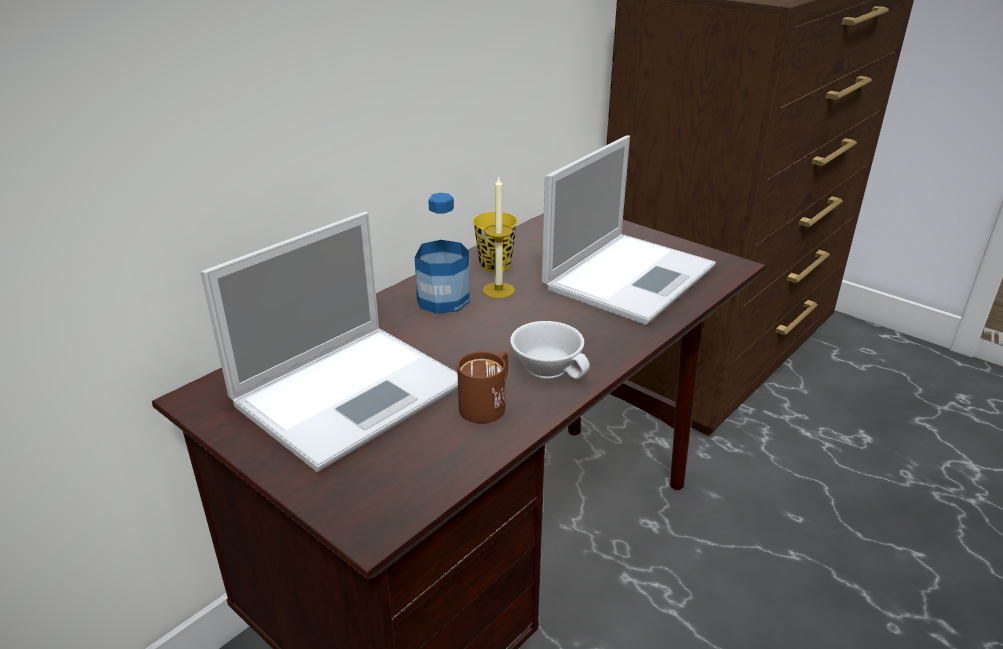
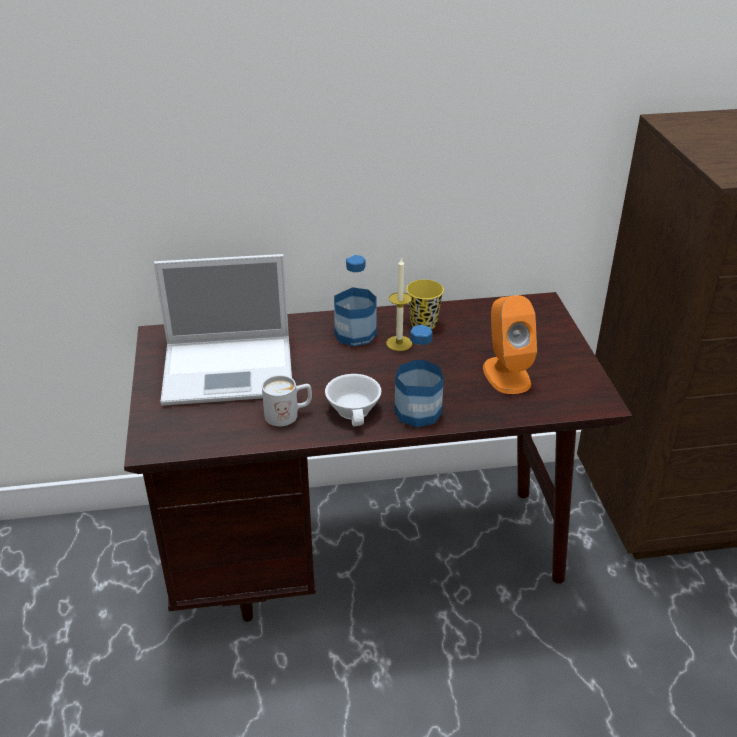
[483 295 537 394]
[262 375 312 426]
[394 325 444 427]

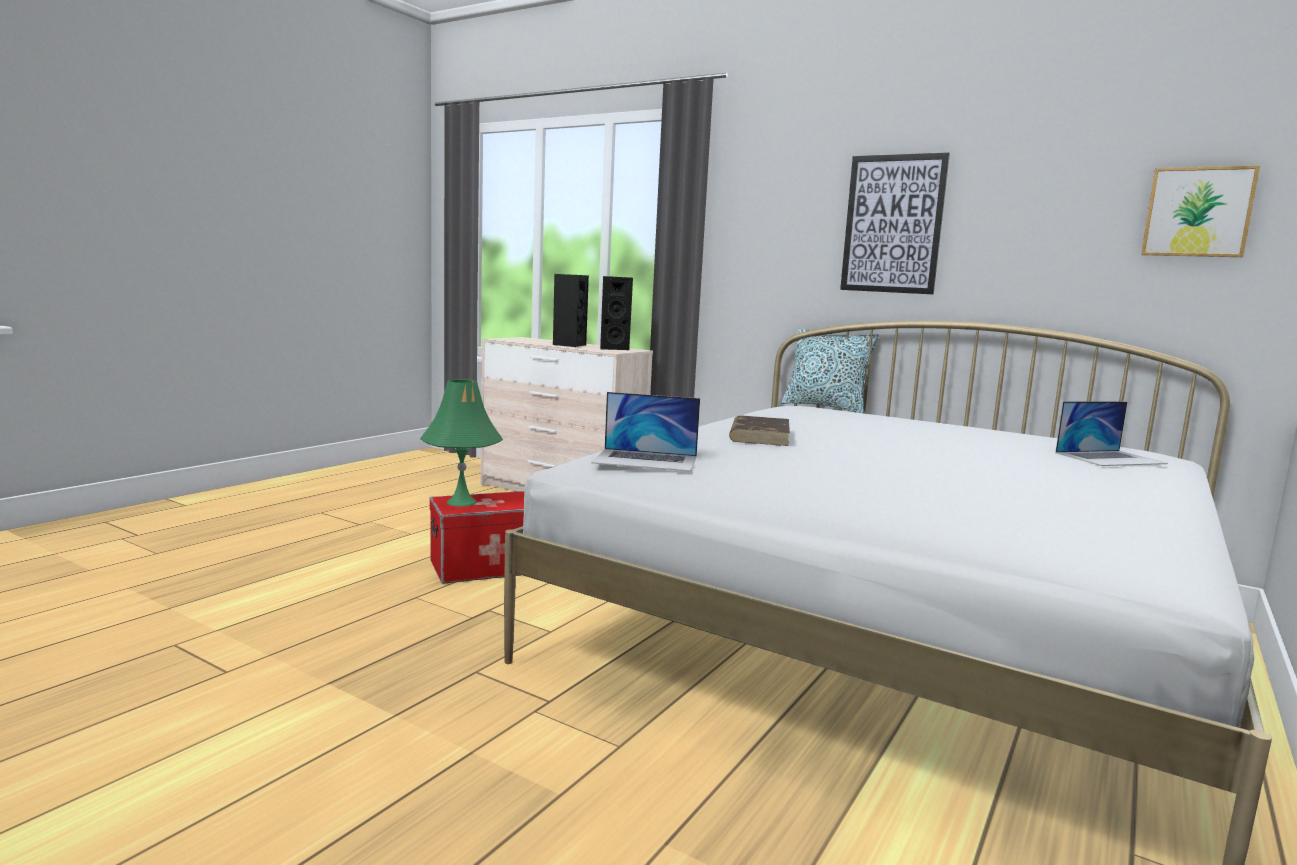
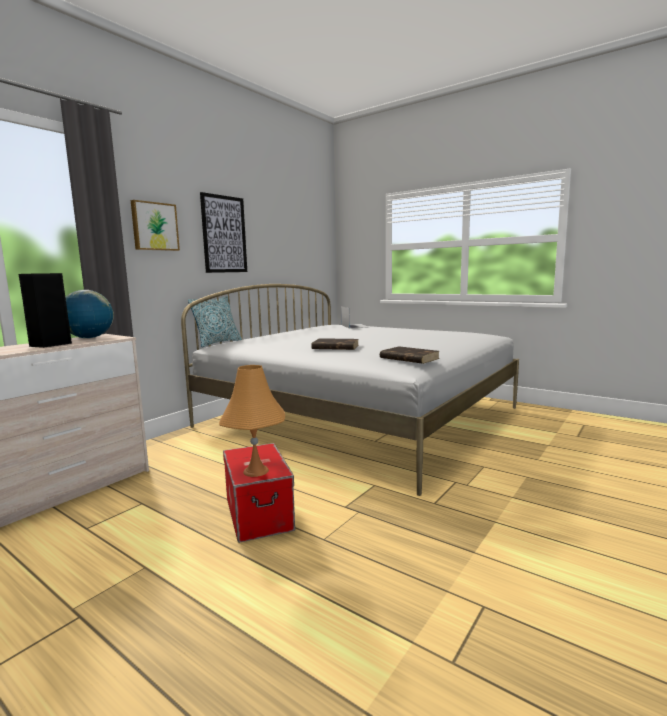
[131 200 180 251]
[65 290 114 339]
[219 365 285 477]
[380 346 440 364]

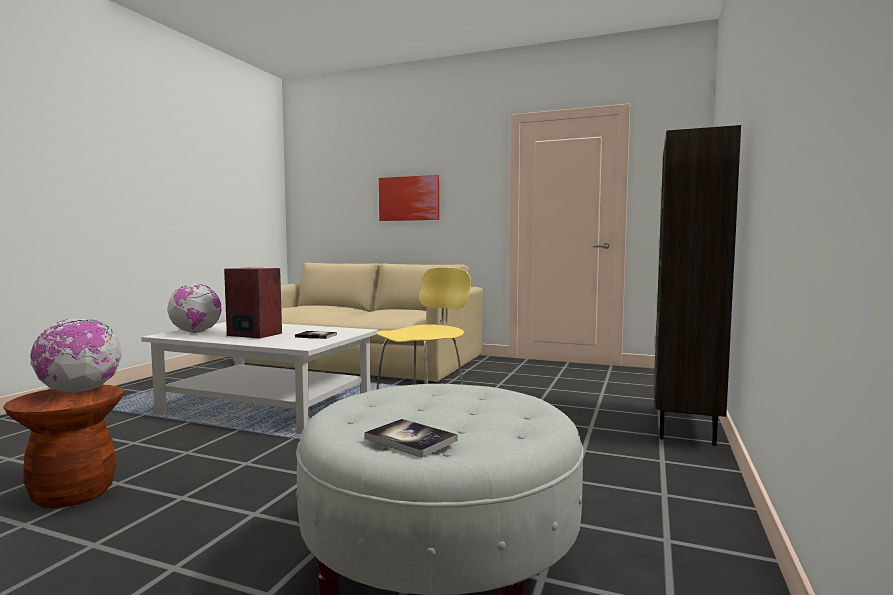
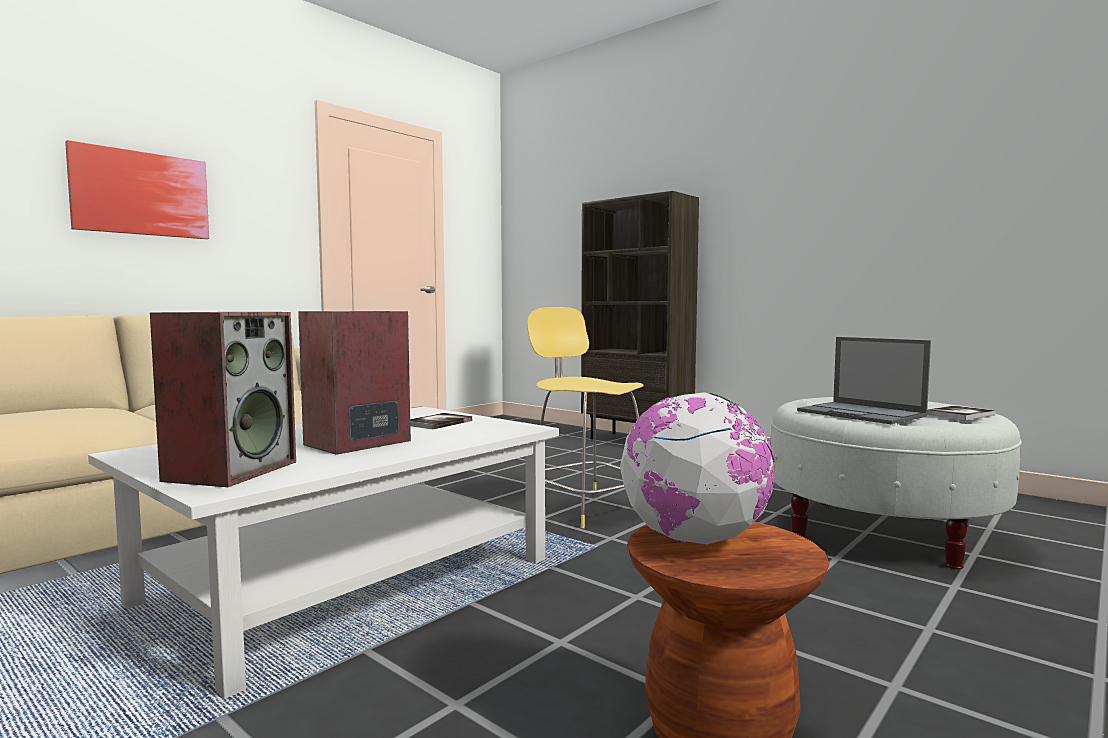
[150 312 296 487]
[797 337 931 424]

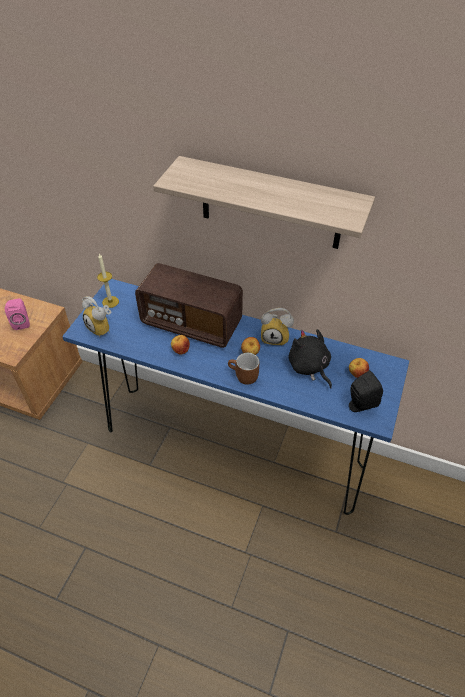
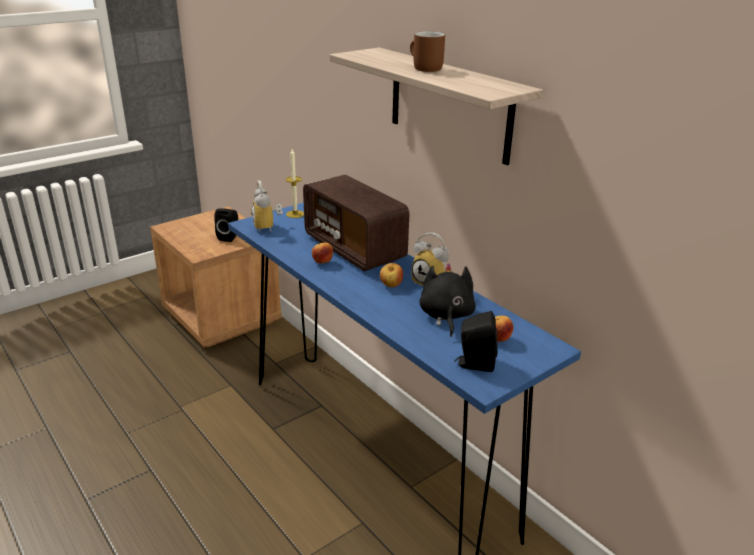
[214 208 238 242]
[410 32 445 72]

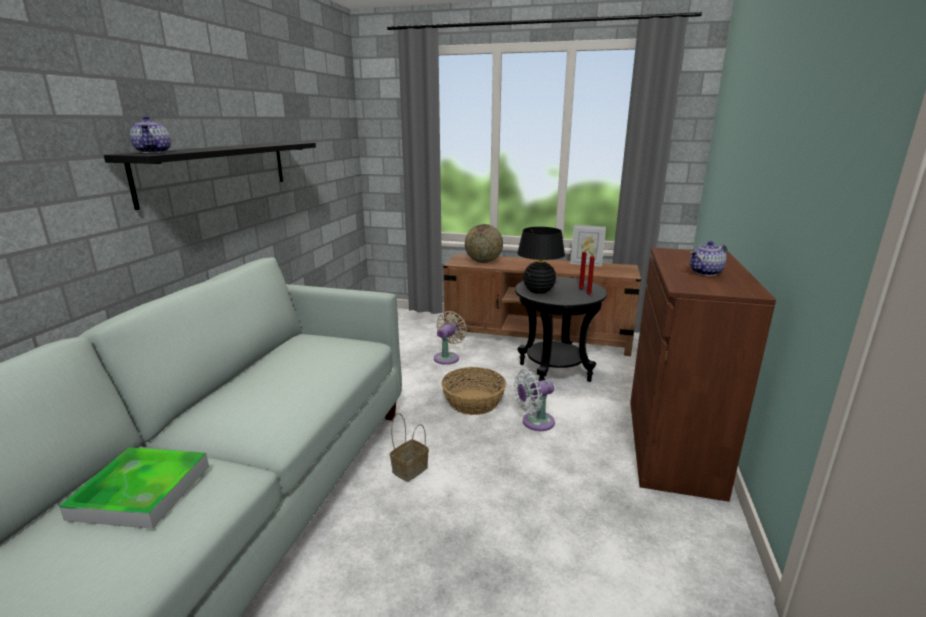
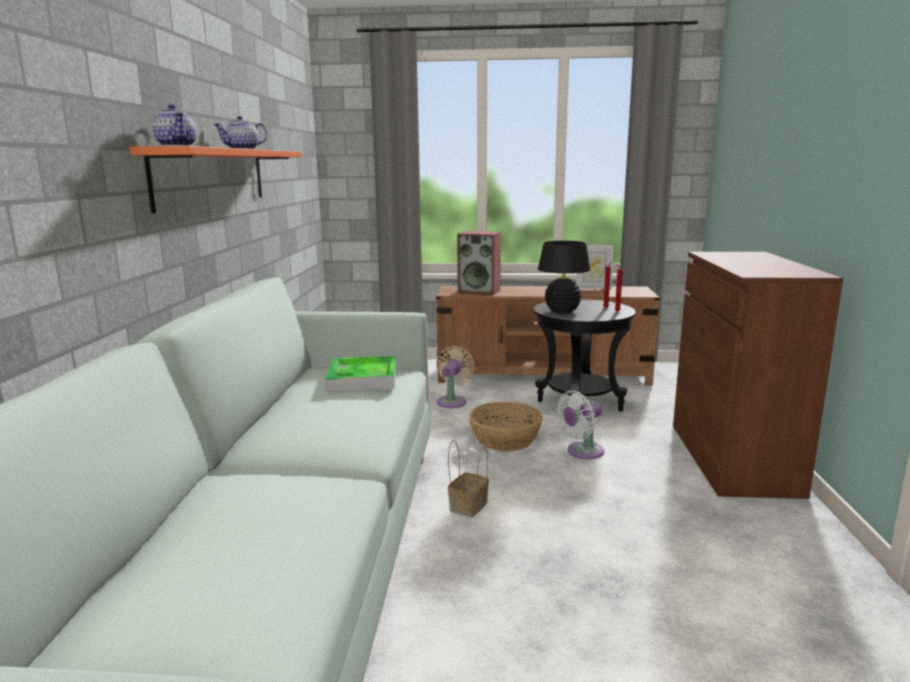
[129 146 302 213]
[457 231 501 295]
[213 116 268 149]
[325 356 396 391]

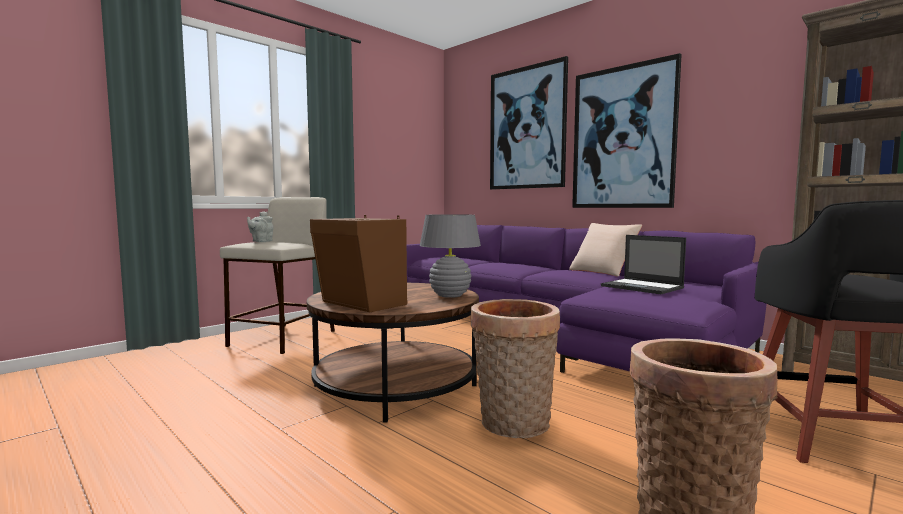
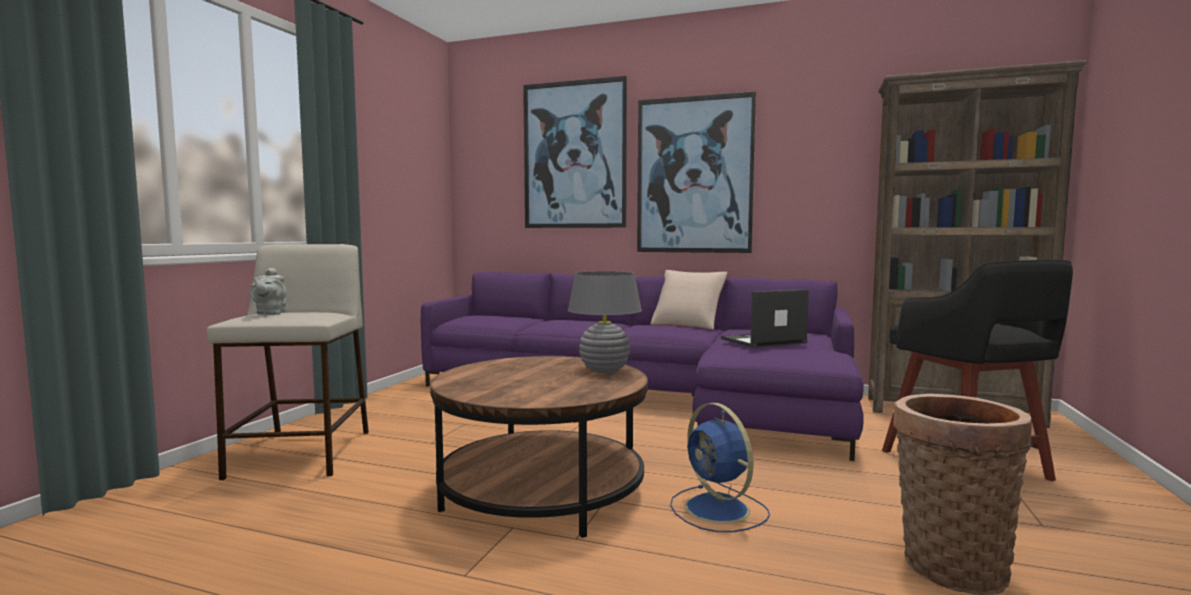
[310 215 407 312] (first image)
[721 289 809 348]
[670 403 770 532]

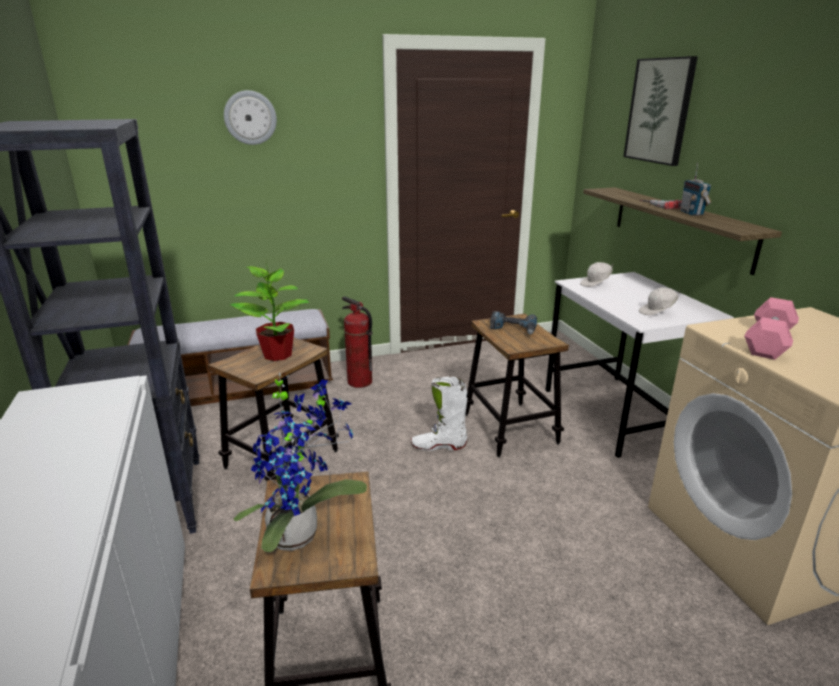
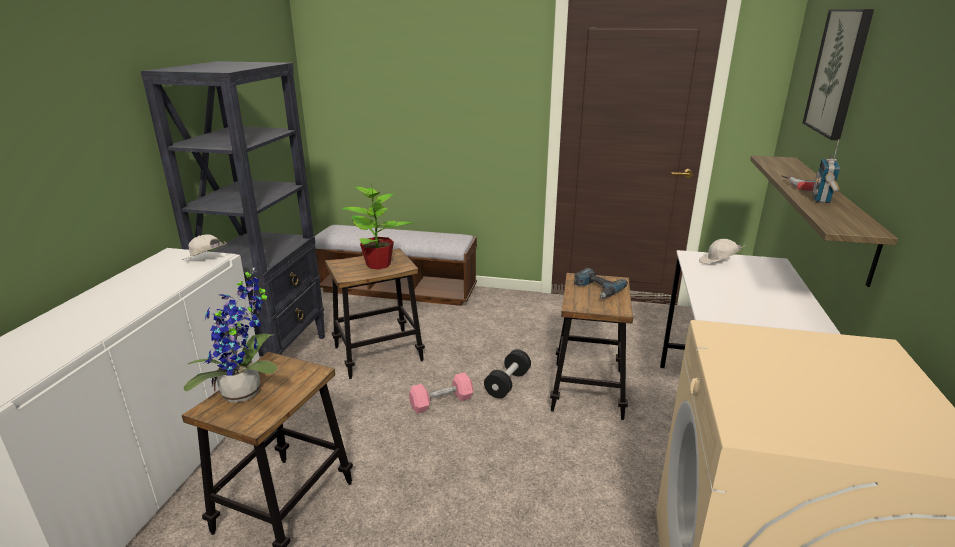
[224 90 277 145] (first image)
[182 235 226 260]
[342 296 372 388] (first image)
[409 372 474 414]
[484 349 531 399]

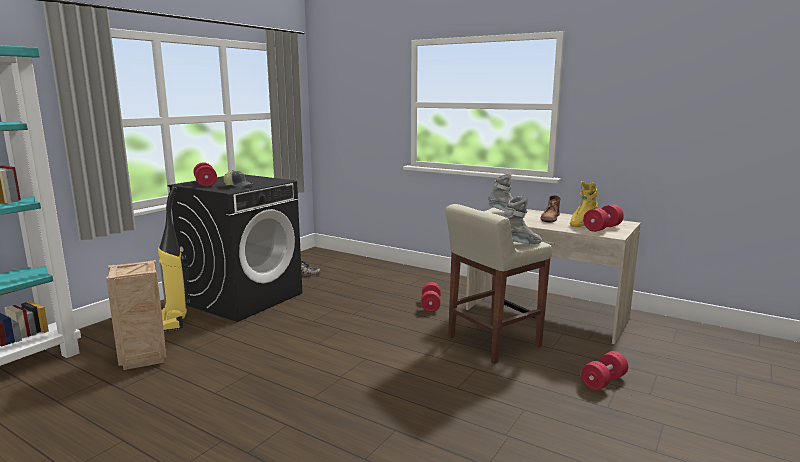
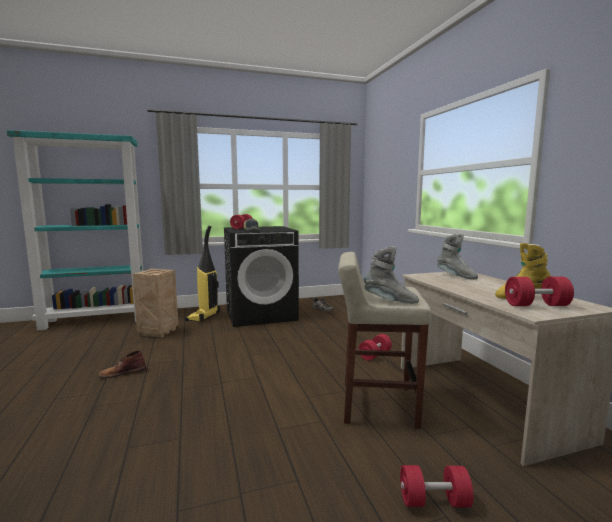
[98 350 146 378]

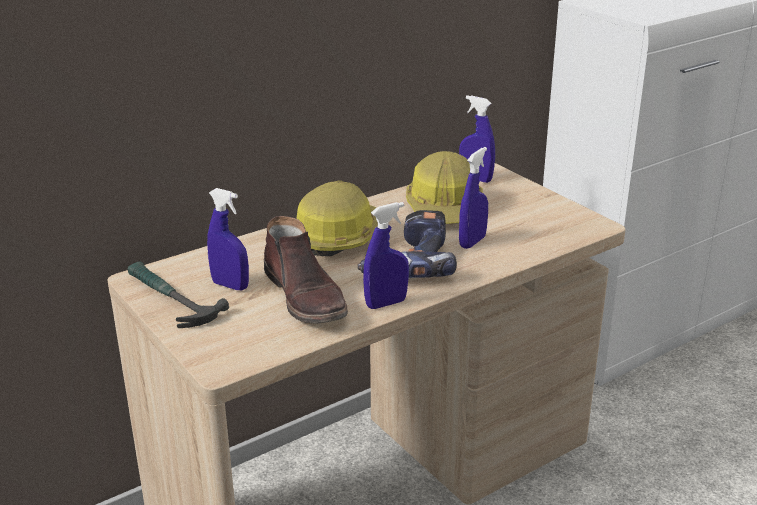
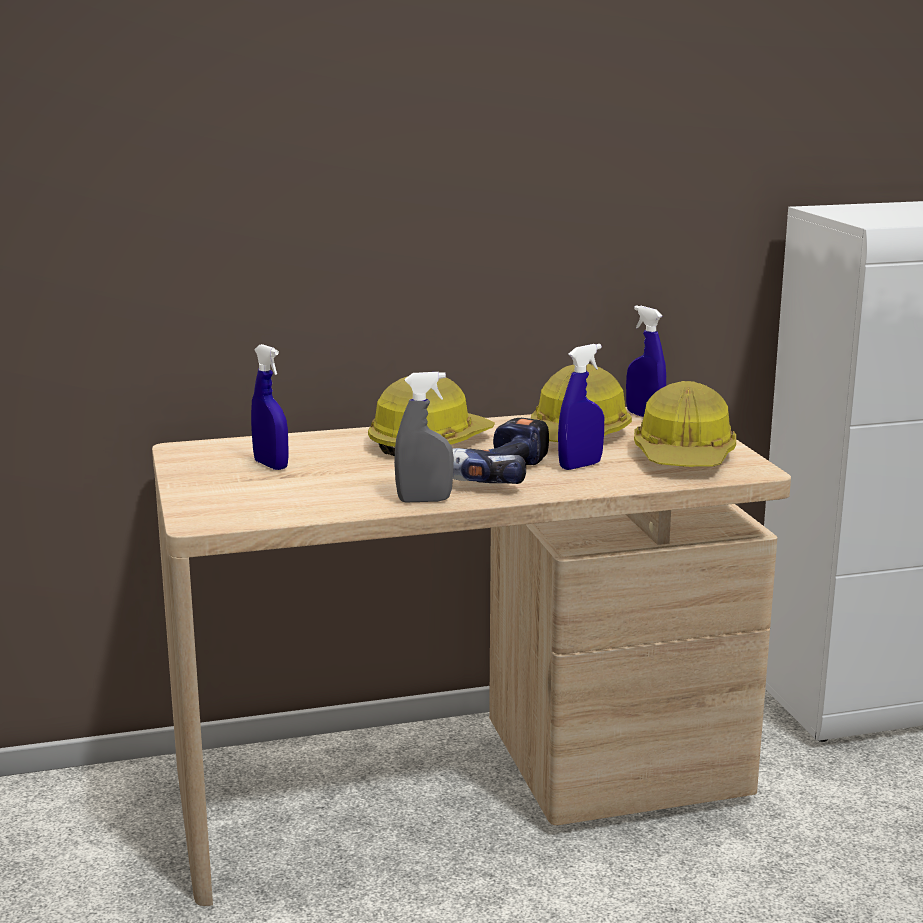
[394 372 454 502]
[264 216 348 324] (first image)
[128 262 229 328] (first image)
[634 381 736 467]

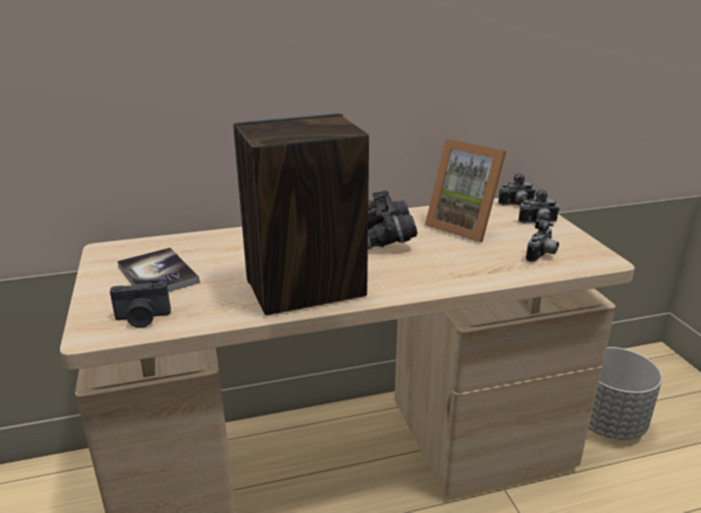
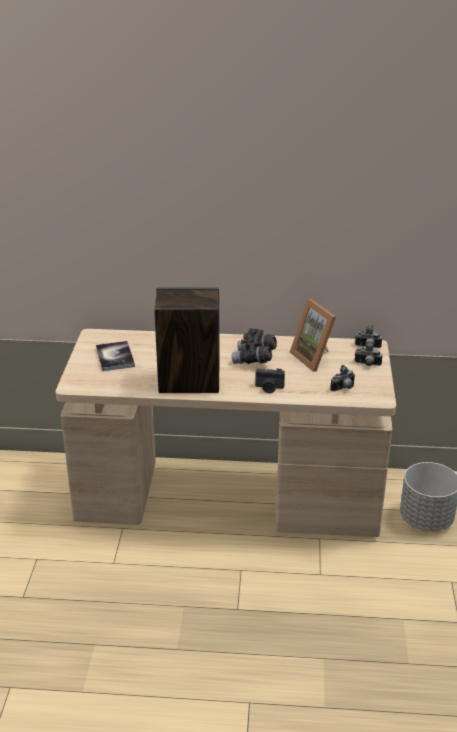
[255 368 285 393]

